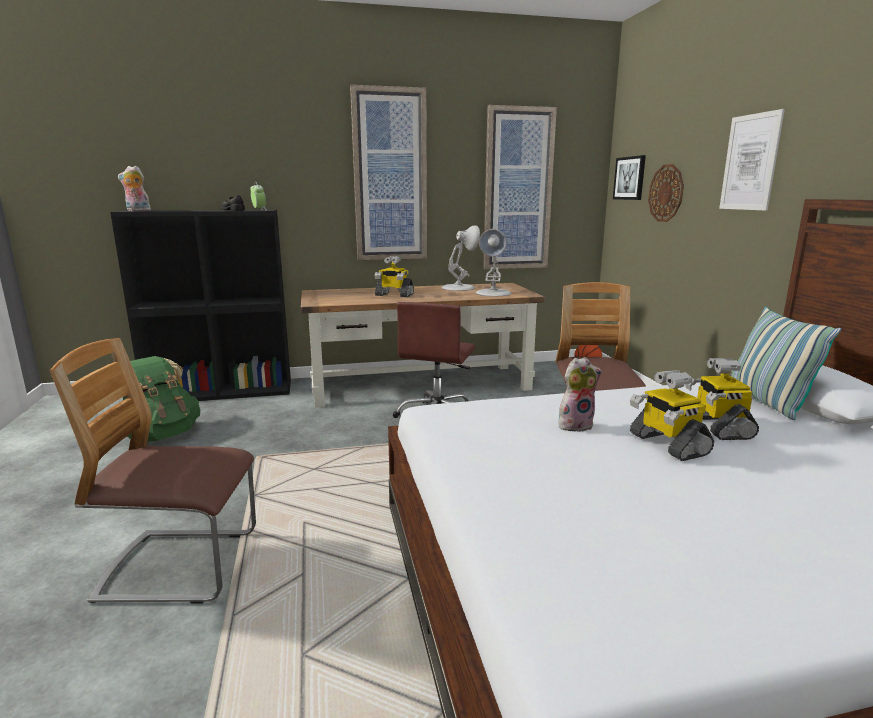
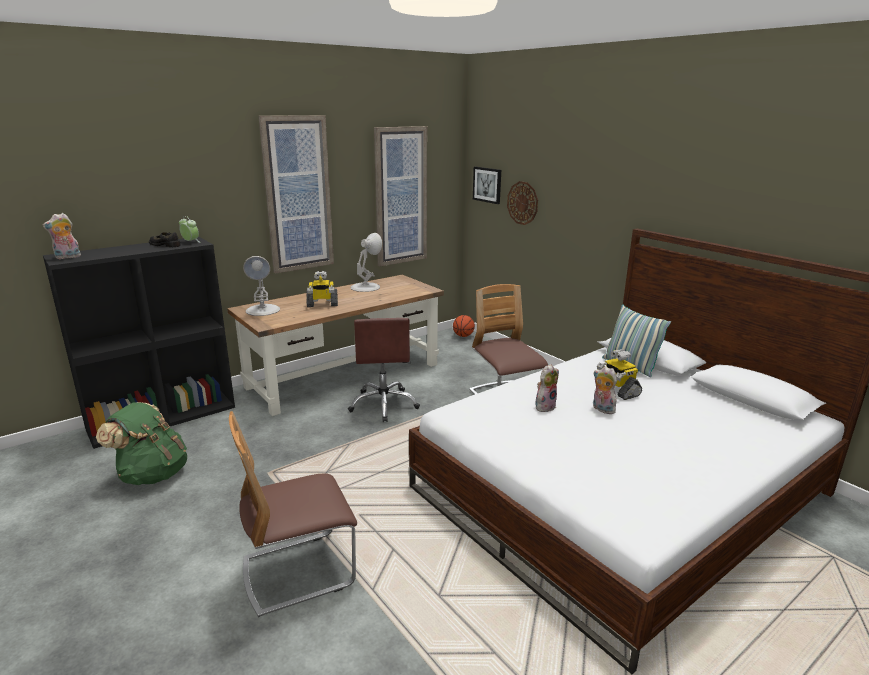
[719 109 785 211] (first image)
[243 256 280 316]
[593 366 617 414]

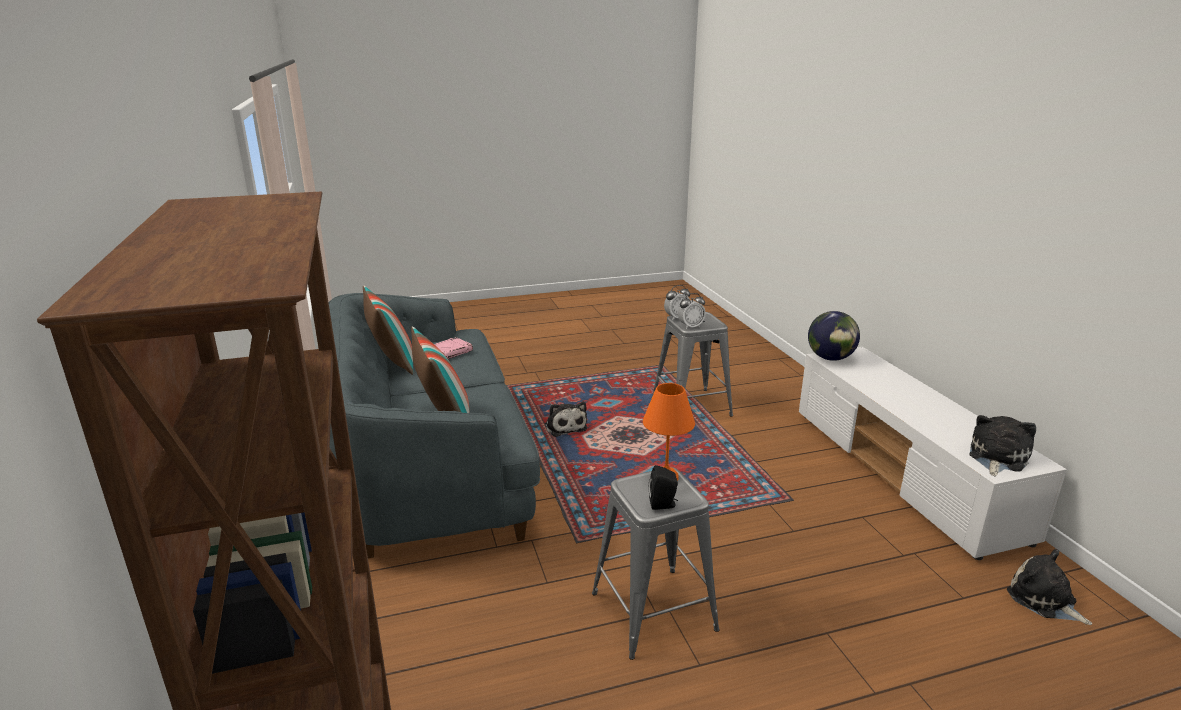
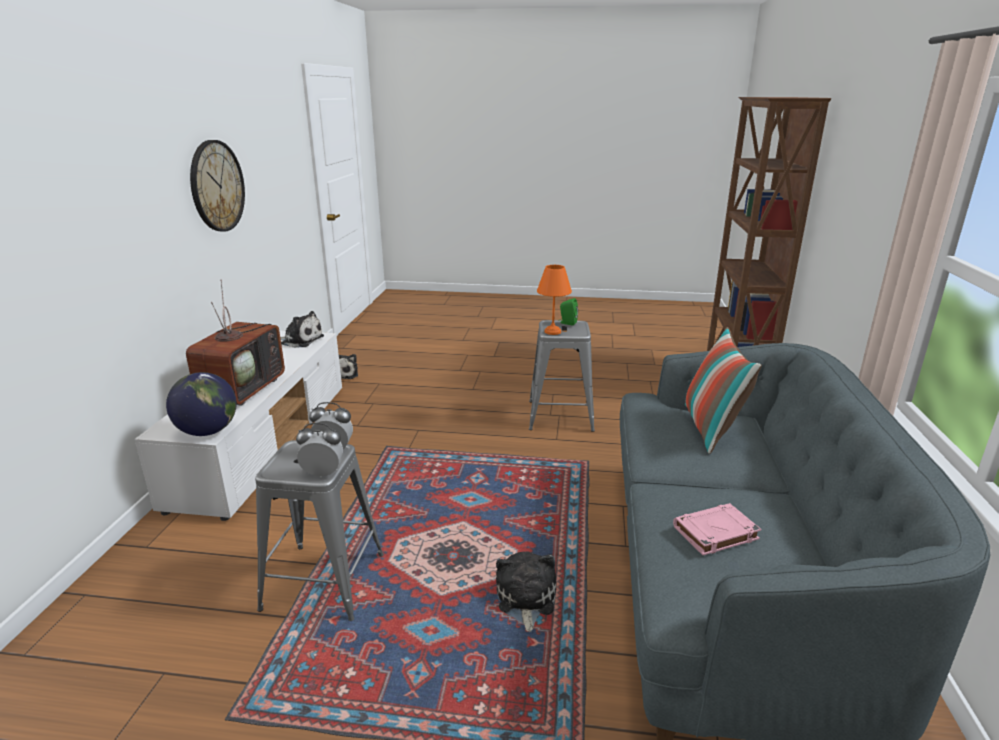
[363 286 414 375] (first image)
[280 311 324 348]
[559 298 578 326]
[190 140 245 231]
[186 279 285 406]

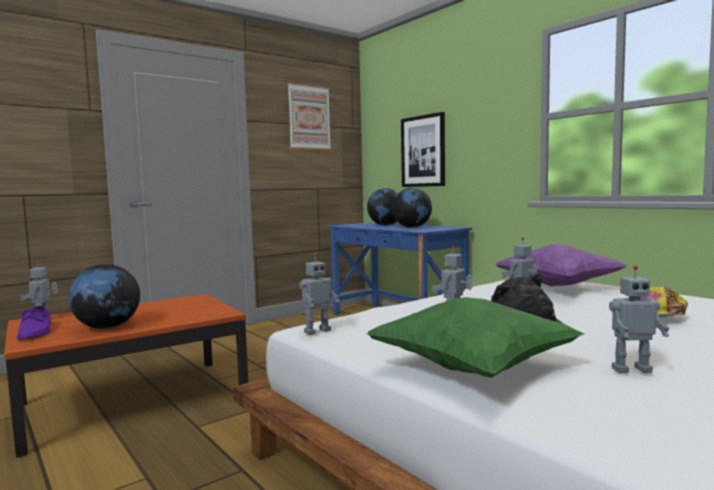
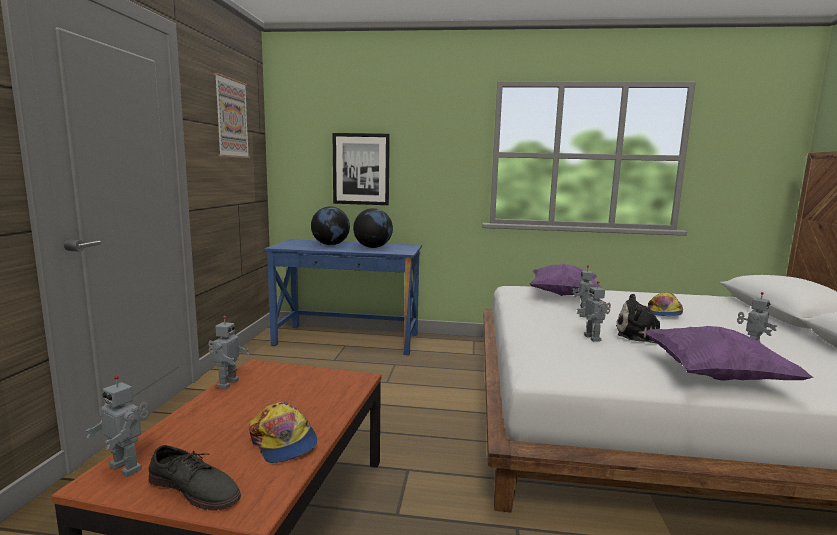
[208 316 249 389]
[249 402 318 463]
[644 326 814 381]
[149 445 241 510]

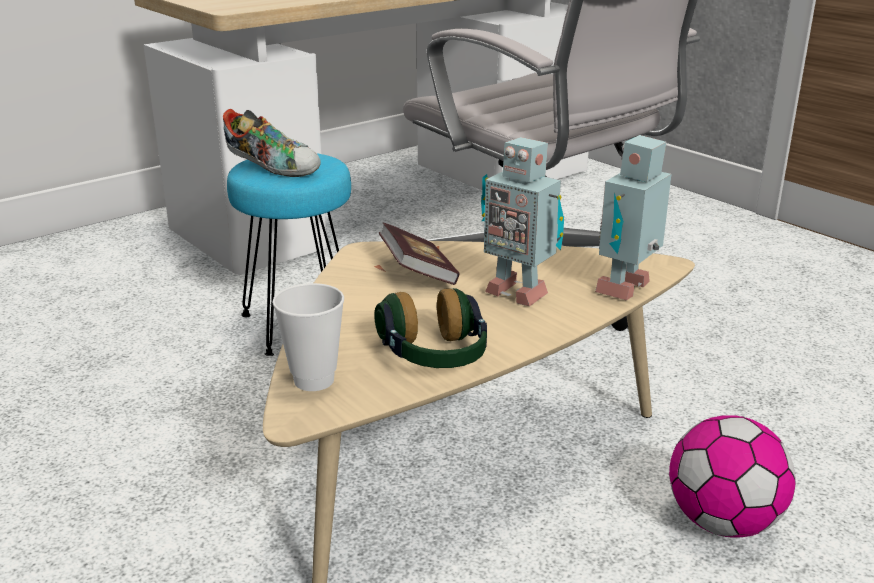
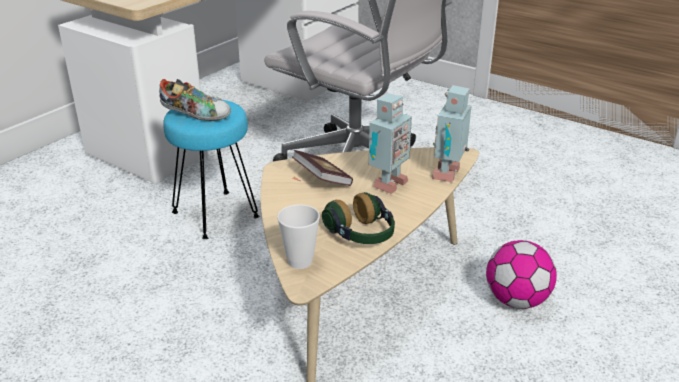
[369 93 412 194]

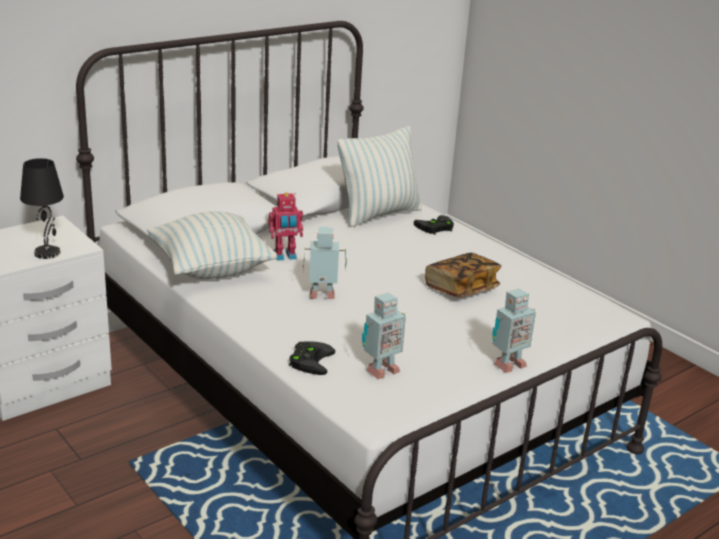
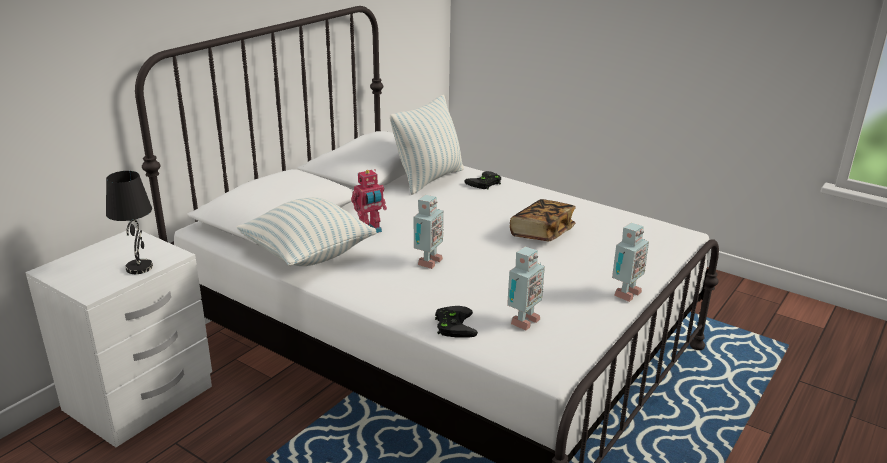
[414 195 444 269]

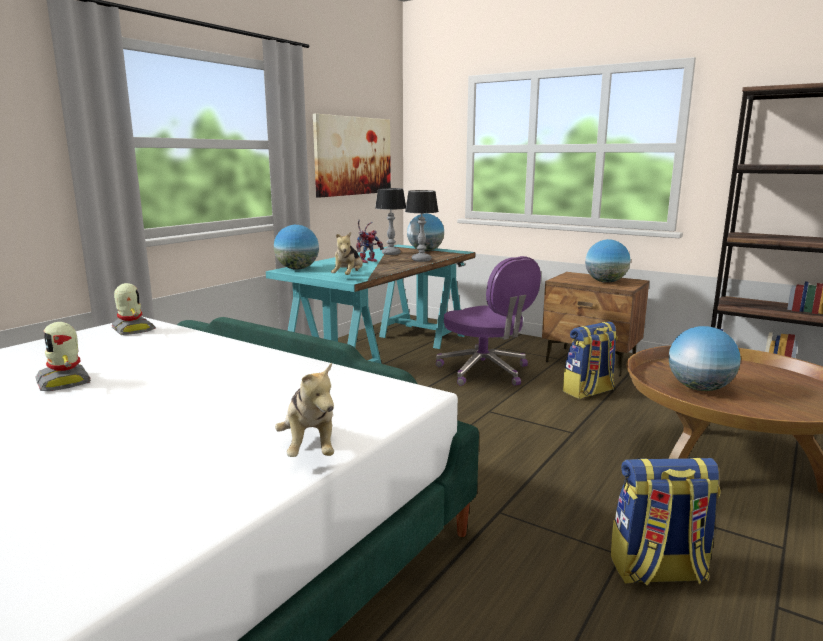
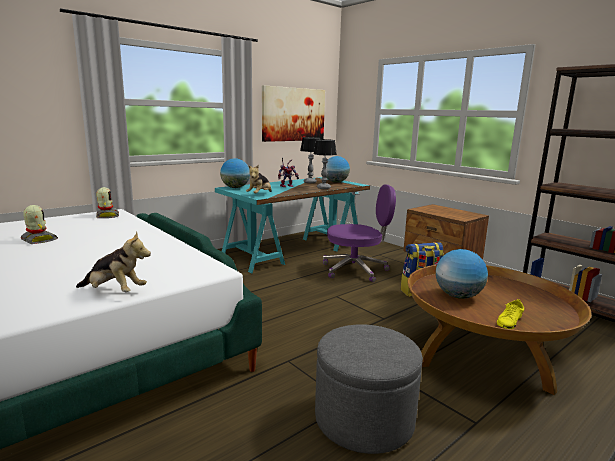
[585 239 630 283] (first image)
[323 184 396 282]
[21 205 58 244]
[76 232 151 292]
[315 325 423 454]
[497 299 524 329]

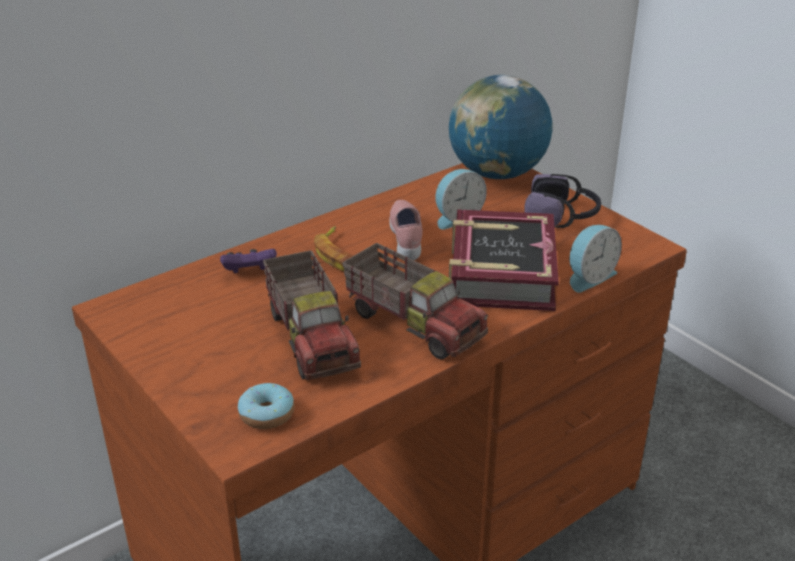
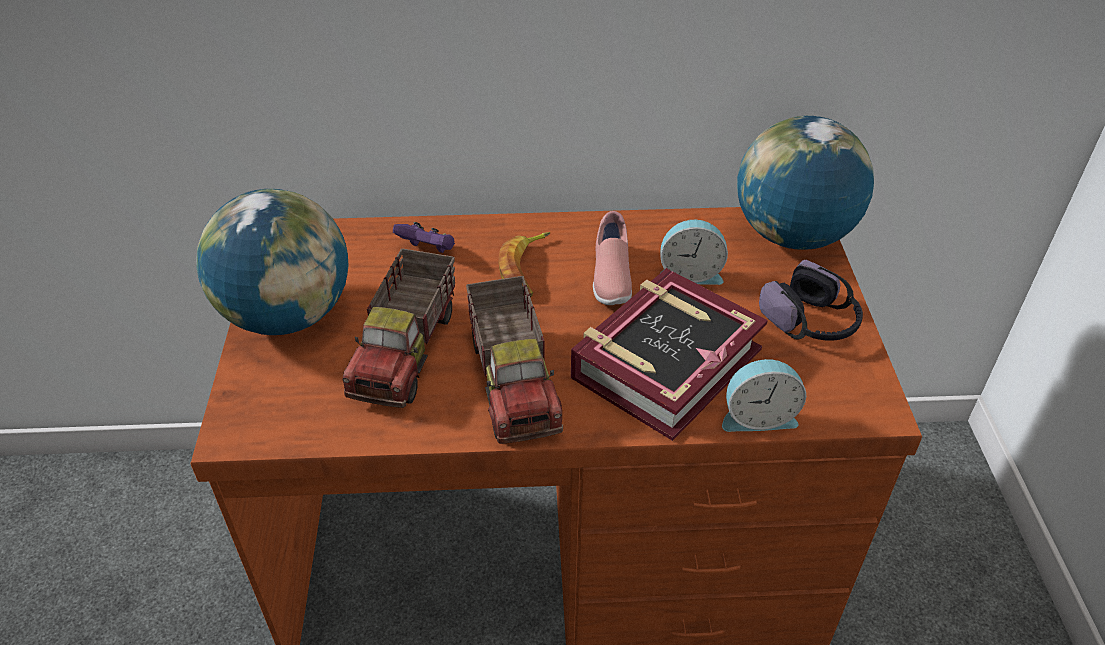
[593 211 632 305]
[238 383 294 429] (first image)
[196 189 349 335]

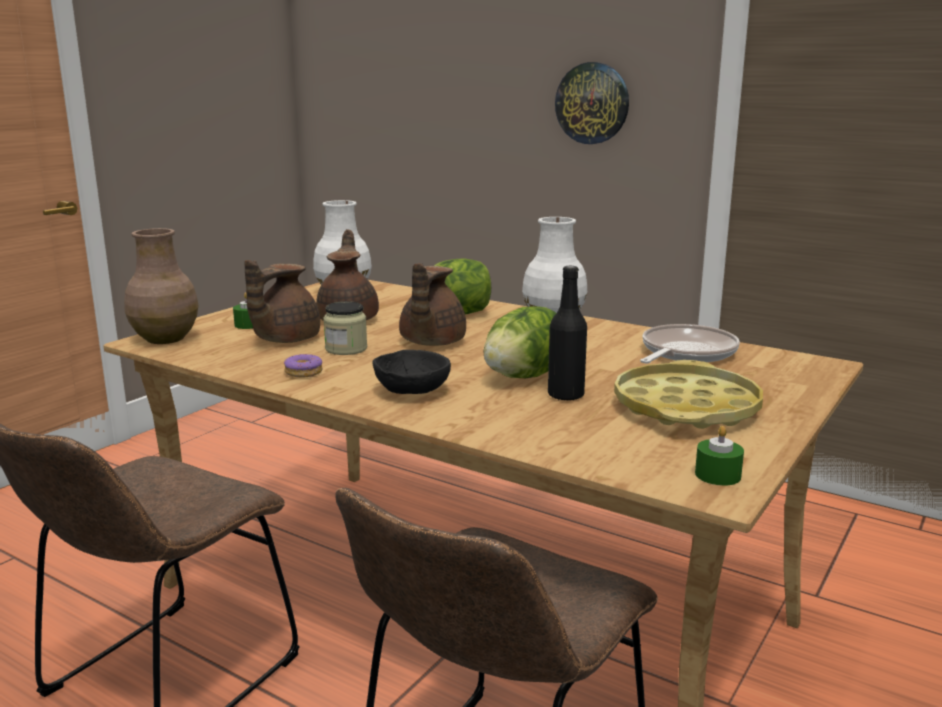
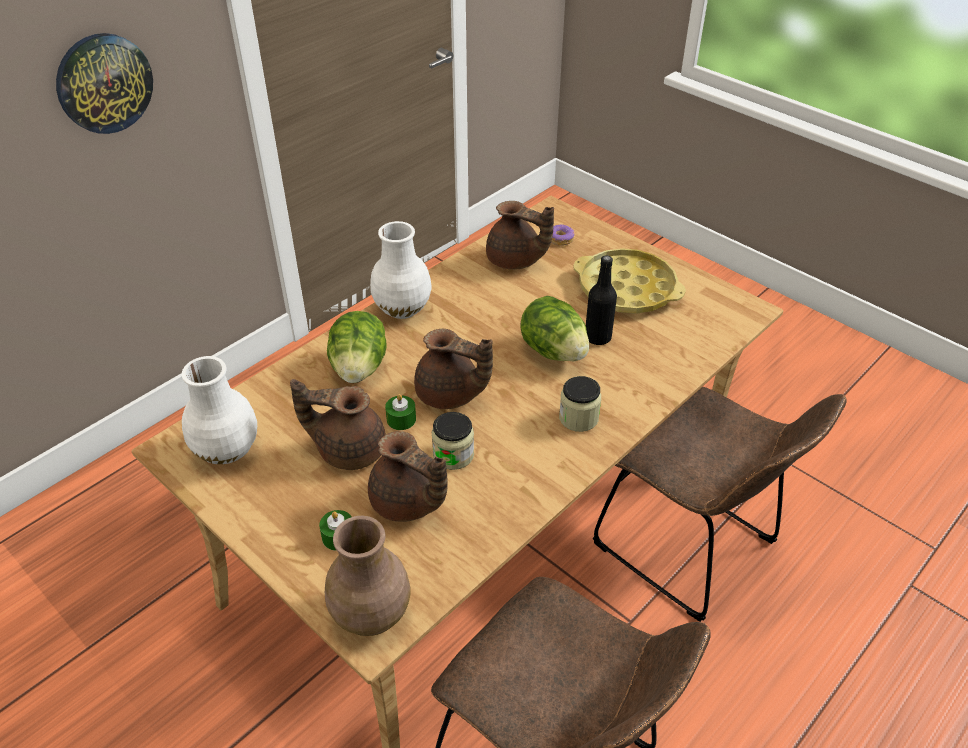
[486 201 554 270]
[559 376 601 432]
[551 225 574 246]
[385 394 416 430]

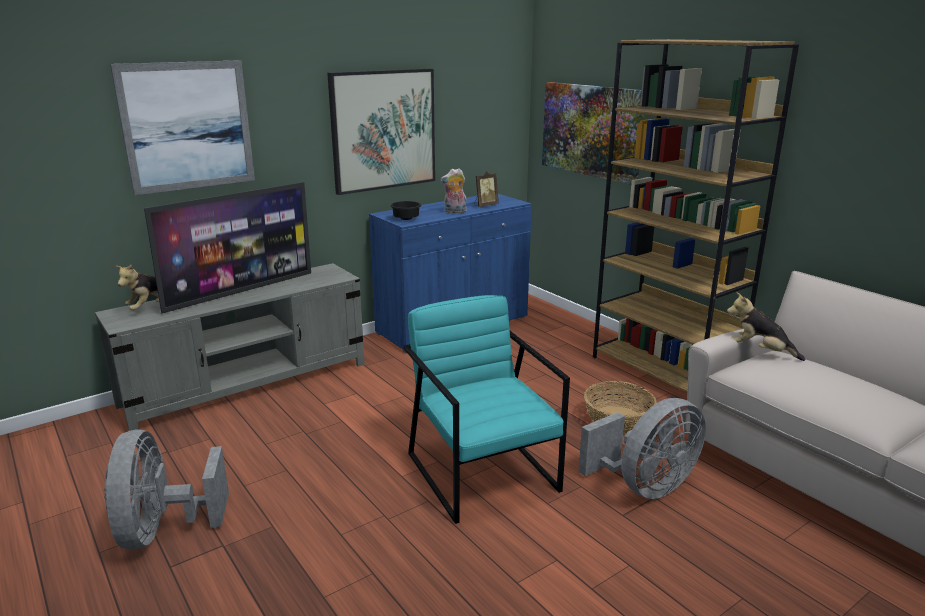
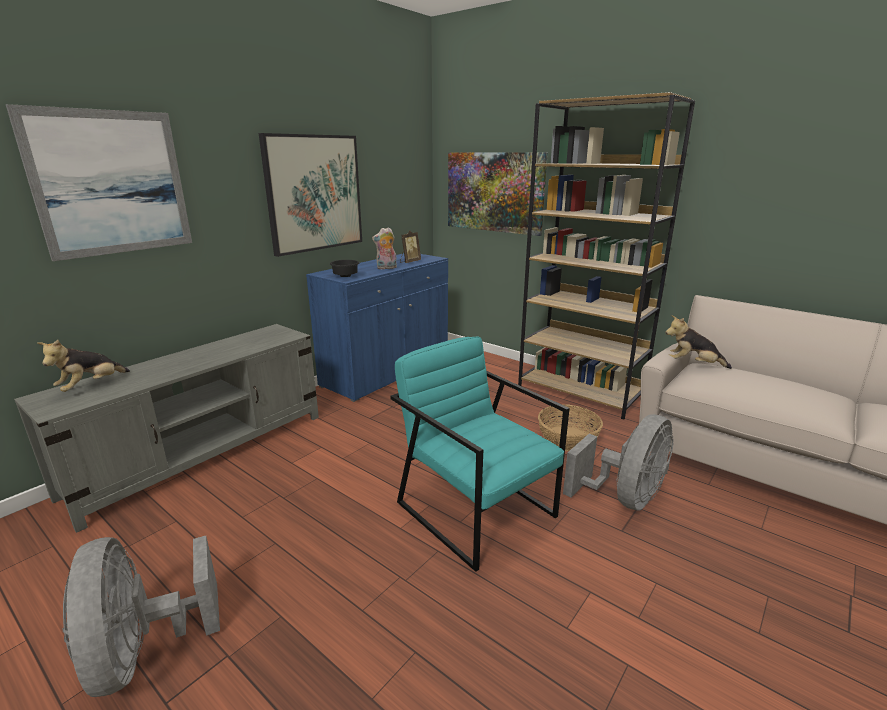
[144 182 311 313] (first image)

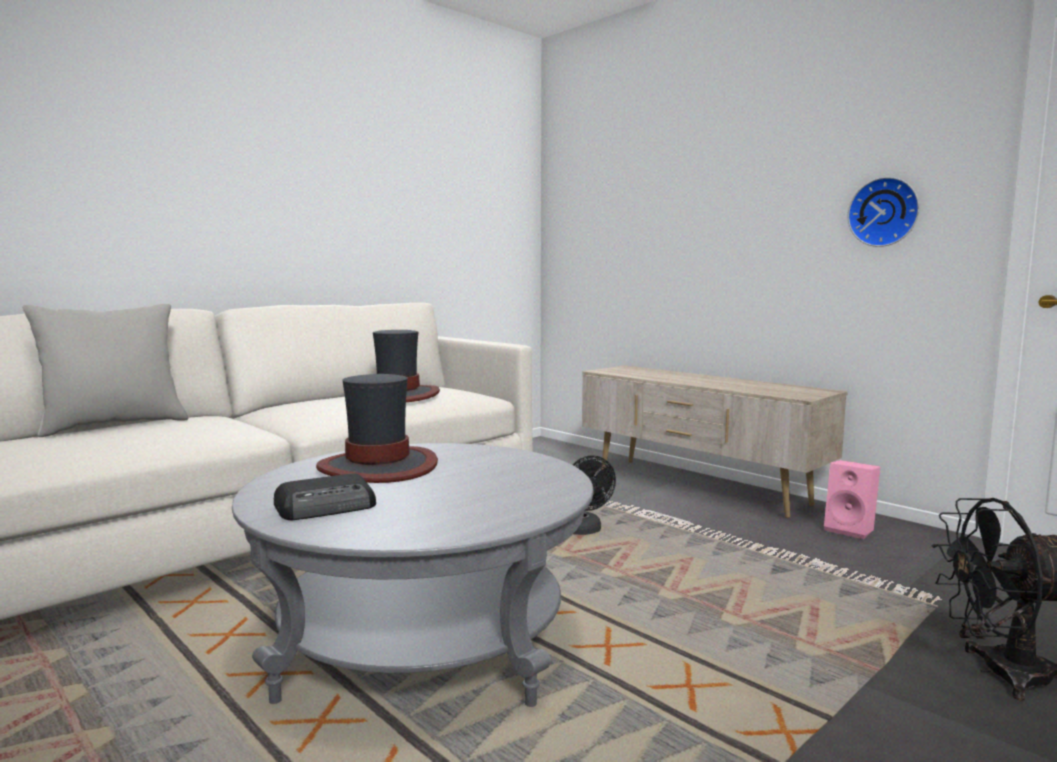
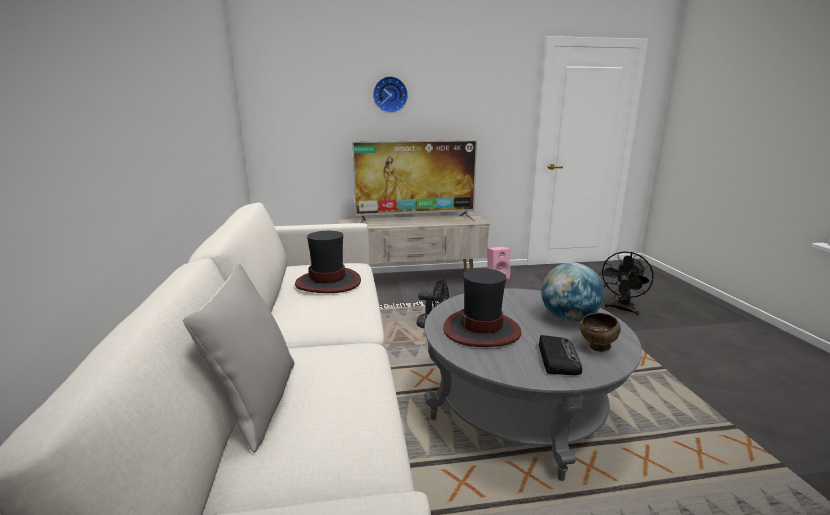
[373 76 408 113]
[352 140 477 223]
[541 263 604 322]
[579 313 621 352]

